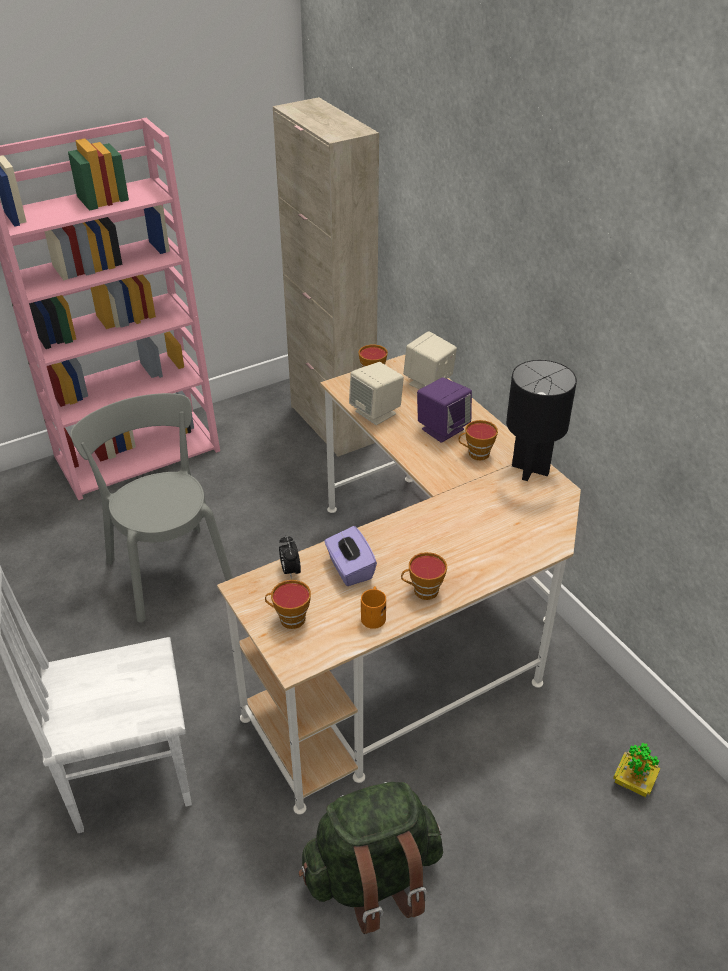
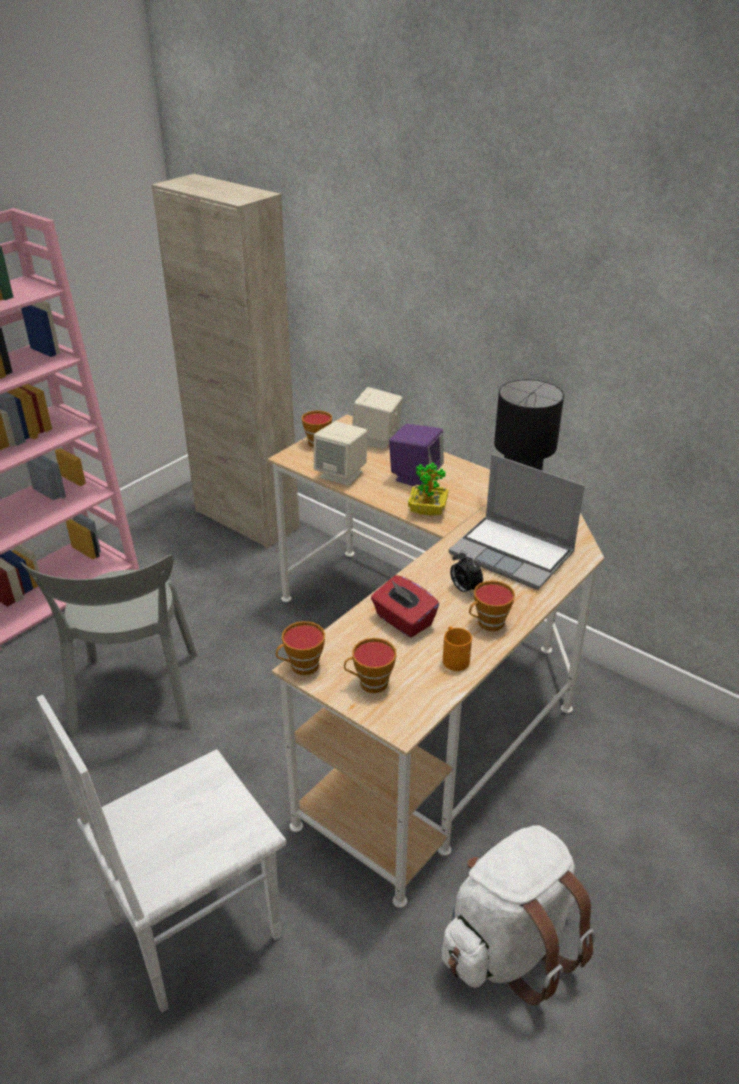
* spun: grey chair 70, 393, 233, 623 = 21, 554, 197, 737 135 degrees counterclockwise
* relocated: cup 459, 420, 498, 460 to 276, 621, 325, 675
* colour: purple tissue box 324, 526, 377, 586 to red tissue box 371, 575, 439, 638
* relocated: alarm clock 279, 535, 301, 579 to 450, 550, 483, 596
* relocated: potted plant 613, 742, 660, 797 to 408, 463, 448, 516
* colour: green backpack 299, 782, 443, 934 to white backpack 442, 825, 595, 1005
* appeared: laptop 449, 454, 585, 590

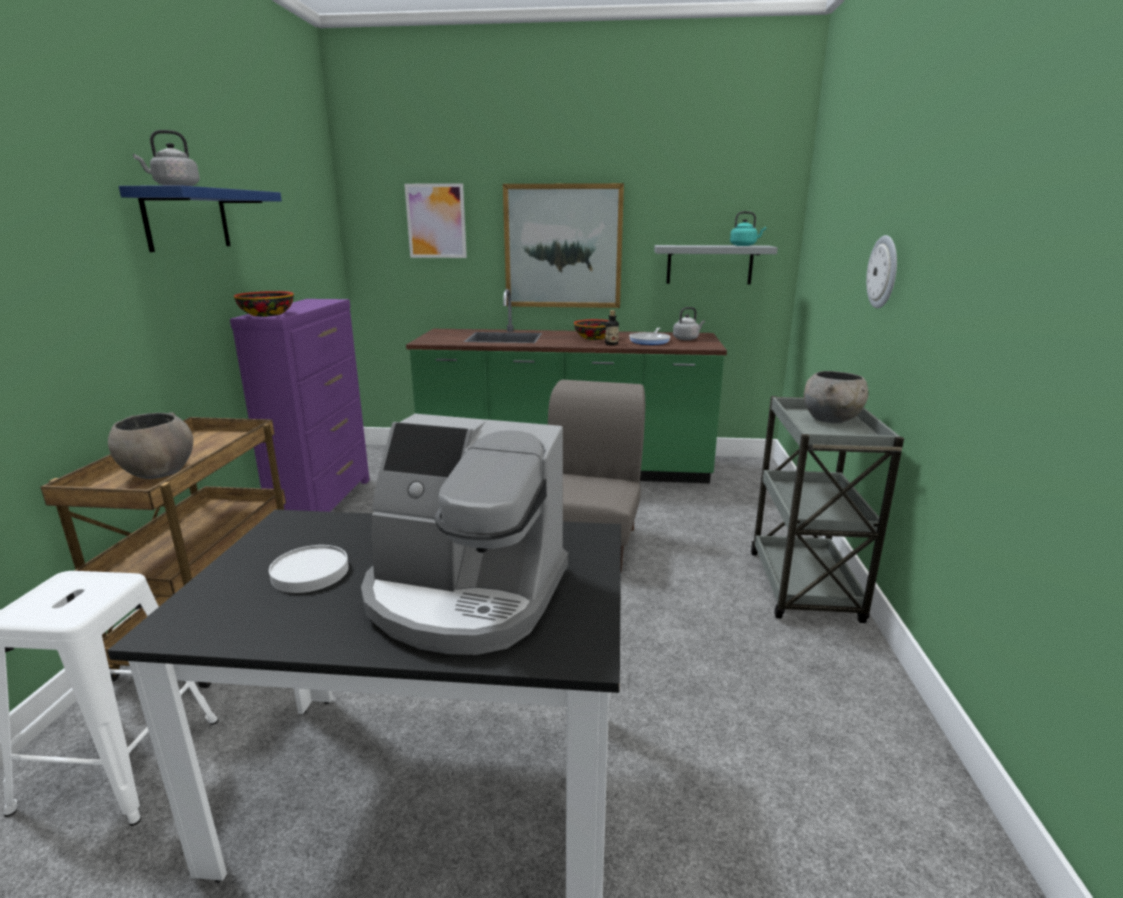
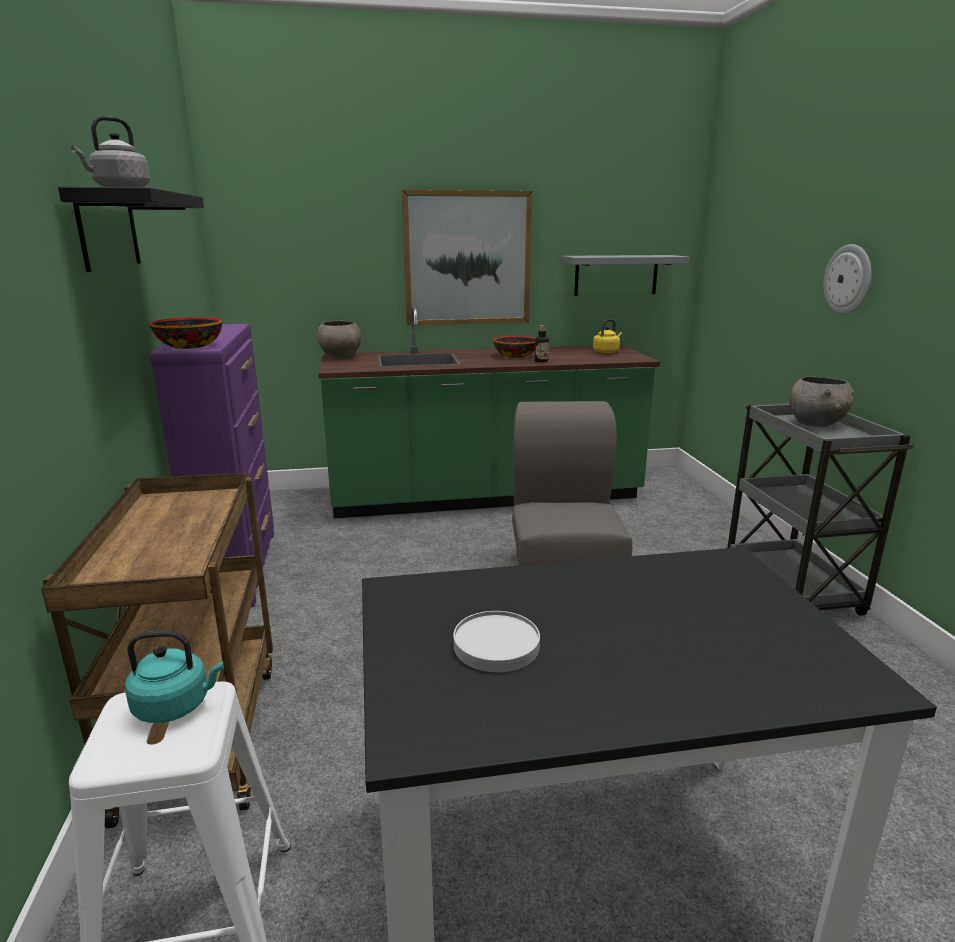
* missing: picture 404, 183, 467, 258
* colour: blue shelf 119, 185, 282, 252 to black shelf 58, 187, 204, 272
* relocated: turquoise kettle 730, 211, 766, 246 to 125, 630, 224, 723
* colour: grey kettle 673, 307, 705, 340 to yellow kettle 593, 319, 622, 354
* missing: frying pan 629, 328, 671, 345
* relocated: grey bowl 108, 412, 193, 479 to 317, 320, 361, 359
* missing: coffee machine 361, 414, 568, 655

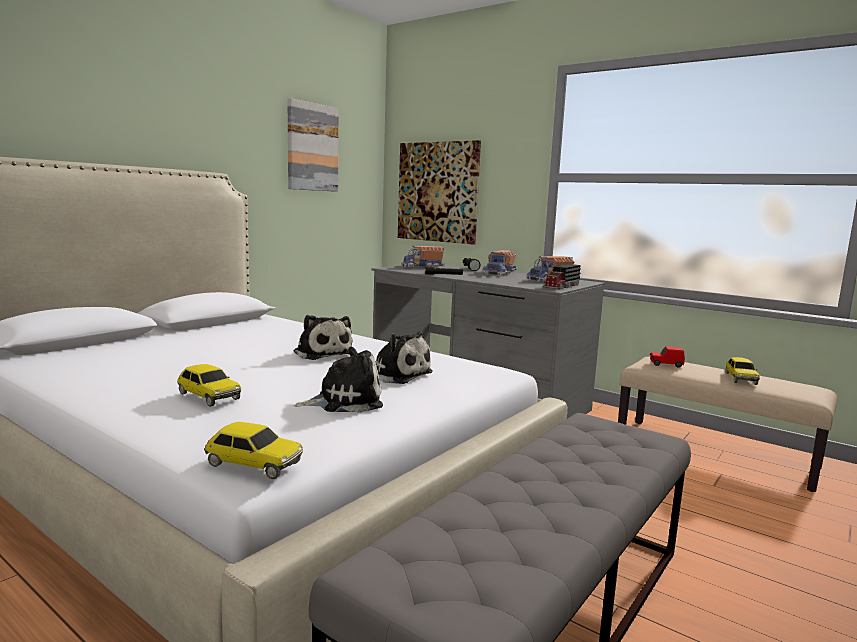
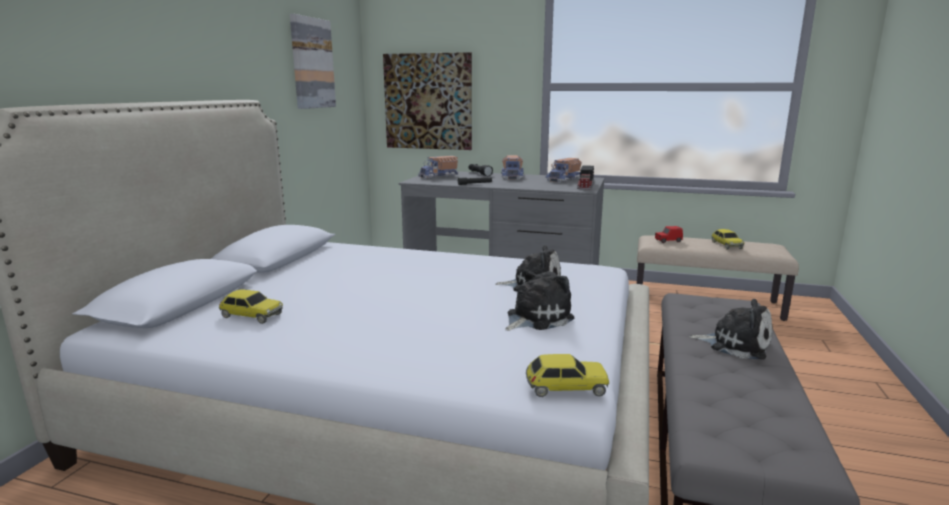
* relocated: plush toy 294, 315, 352, 360 to 689, 299, 773, 360
* relocated: toy car 177, 364, 241, 407 to 219, 289, 283, 324

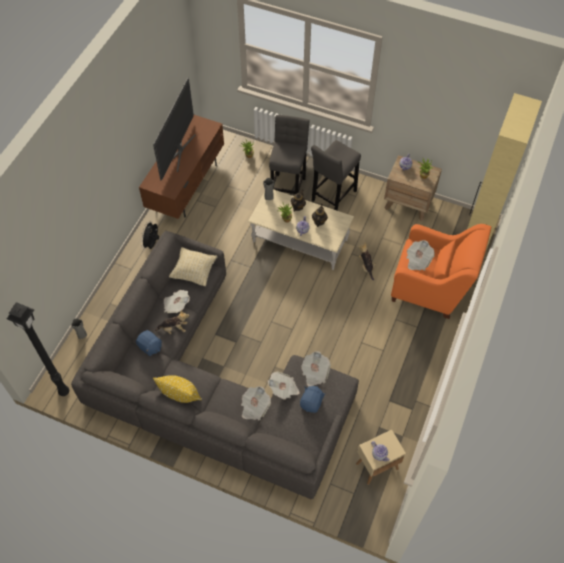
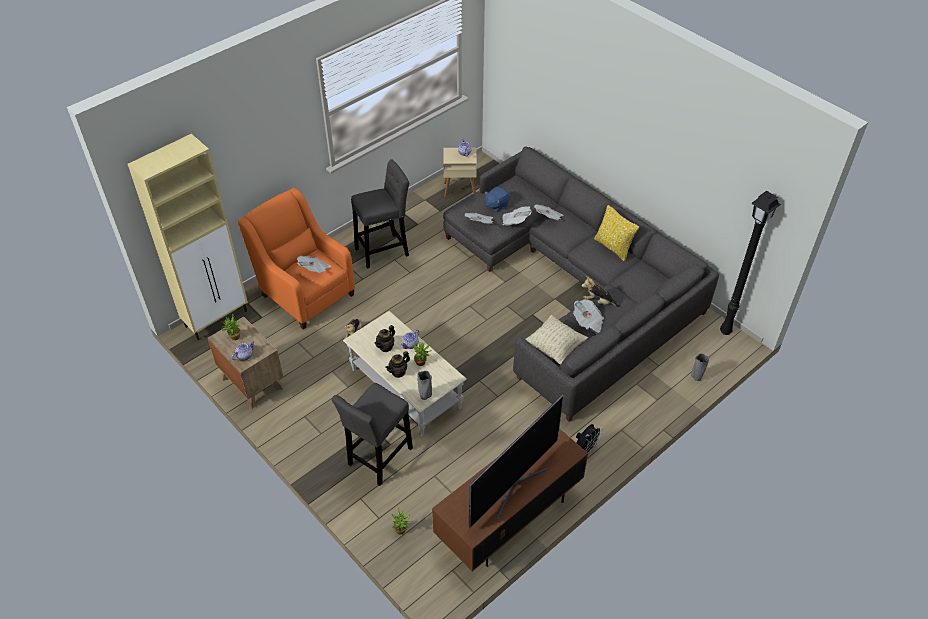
* relocated: grey stool 311, 140, 361, 210 to 351, 159, 409, 269
* missing: blue plush toy 136, 330, 162, 356

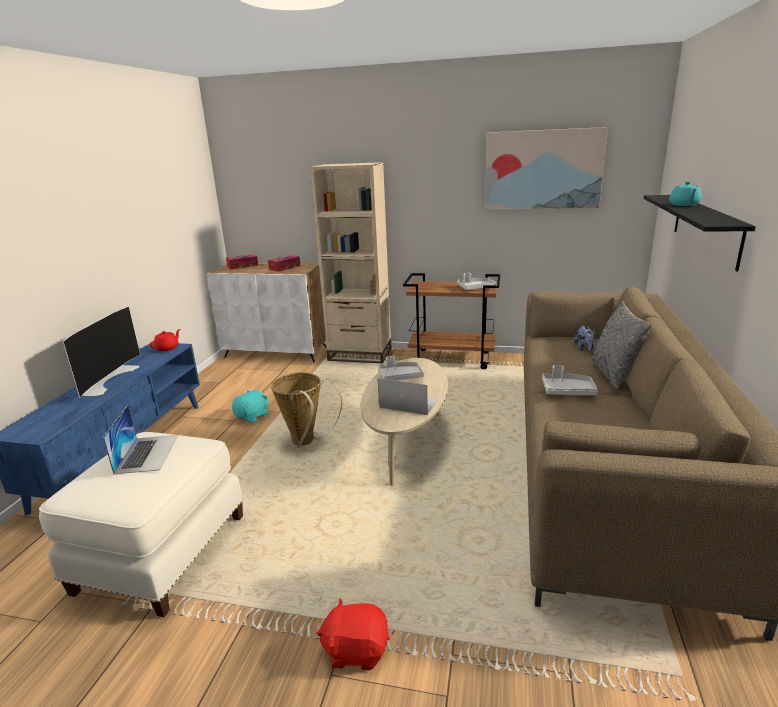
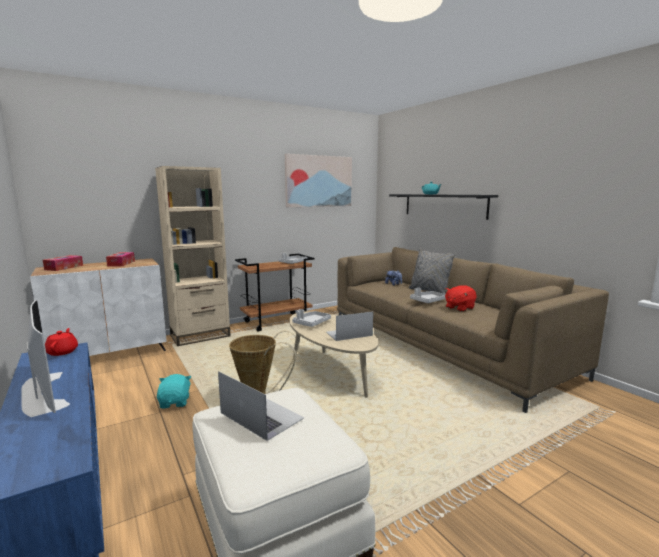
* relocated: red plush toy 317, 598, 390, 671 to 445, 285, 477, 312

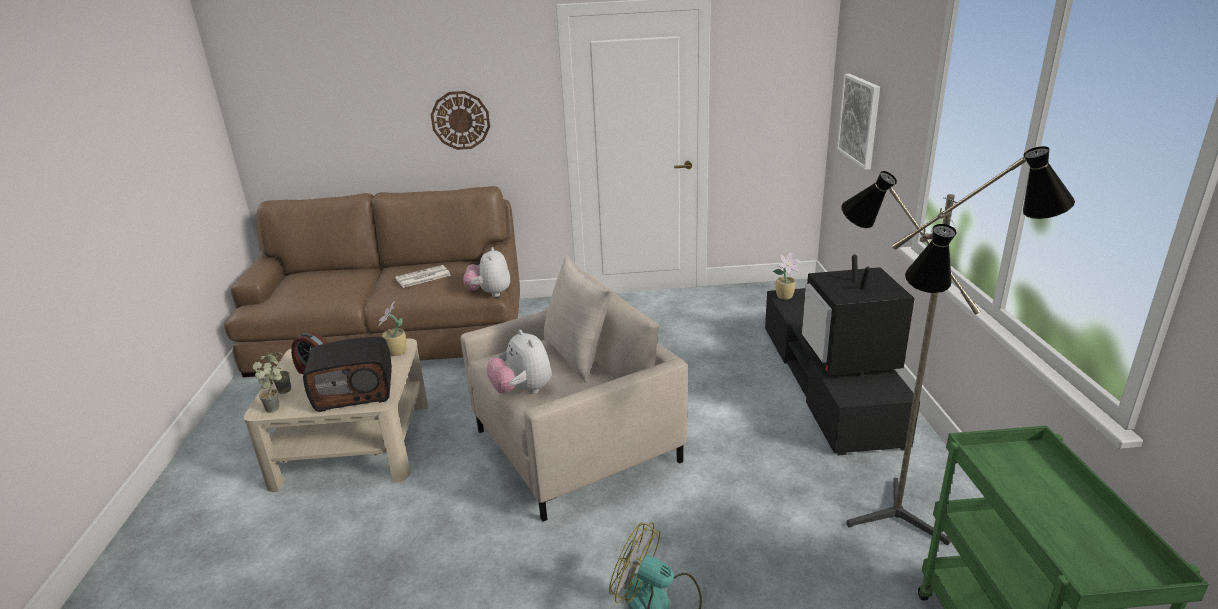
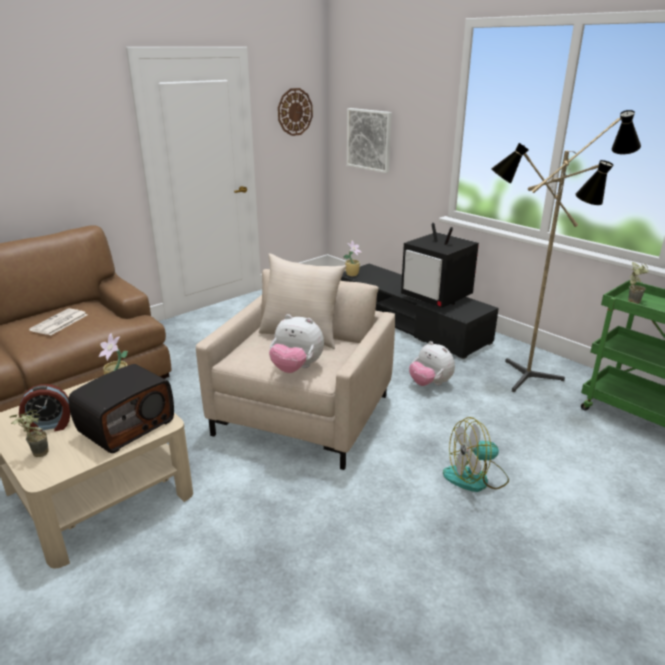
* relocated: wall clock 431, 91, 490, 150 to 278, 88, 313, 136
* relocated: plush toy 463, 247, 510, 297 to 409, 341, 455, 386
* relocated: potted plant 253, 362, 282, 413 to 628, 262, 649, 304

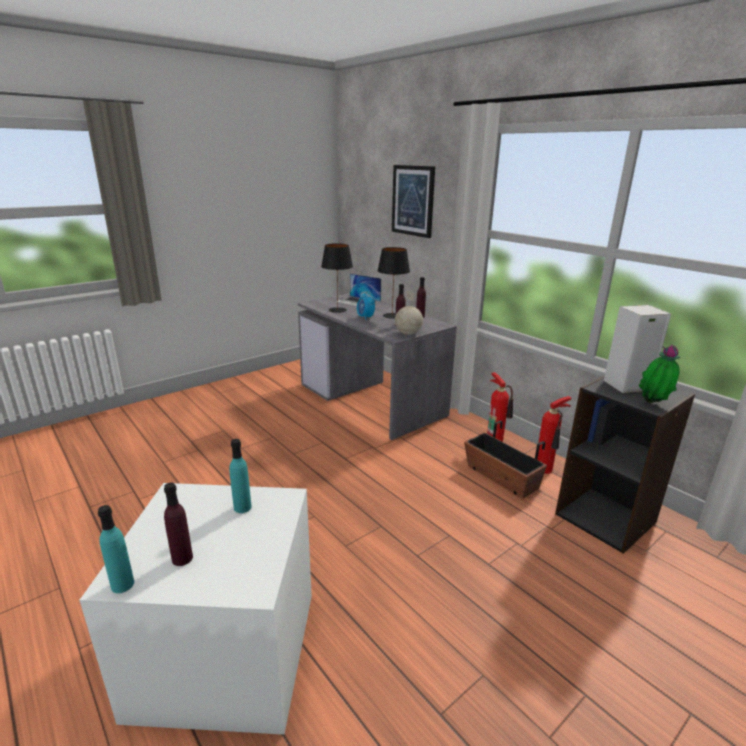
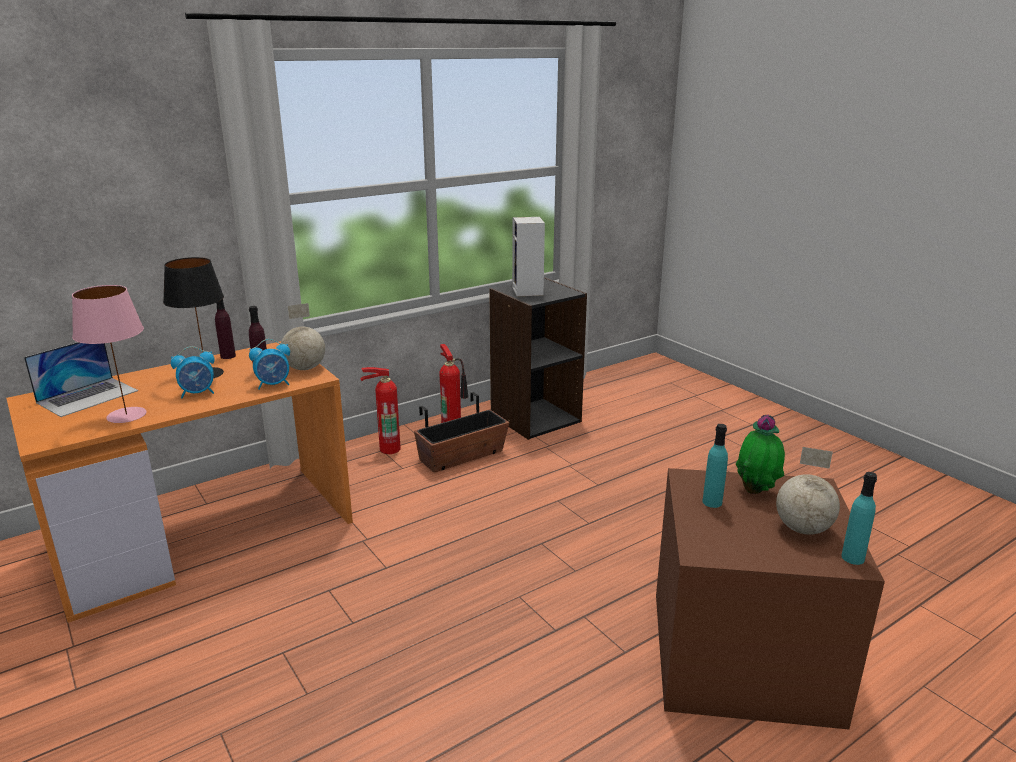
* missing: picture 392, 165, 435, 238
* colour: black table lamp 321, 243, 353, 313 to pink table lamp 72, 285, 147, 423
* colour: grey desk 298, 293, 457, 440 to orange desk 6, 341, 353, 623
* relocated: potted plant 639, 345, 680, 403 to 736, 415, 785, 494
* colour: white storage box 80, 483, 312, 735 to brown storage box 656, 468, 885, 729
* exchanged: purple bottle 164, 483, 193, 566 to globe 776, 447, 840, 535
* appeared: alarm clock 249, 339, 290, 389

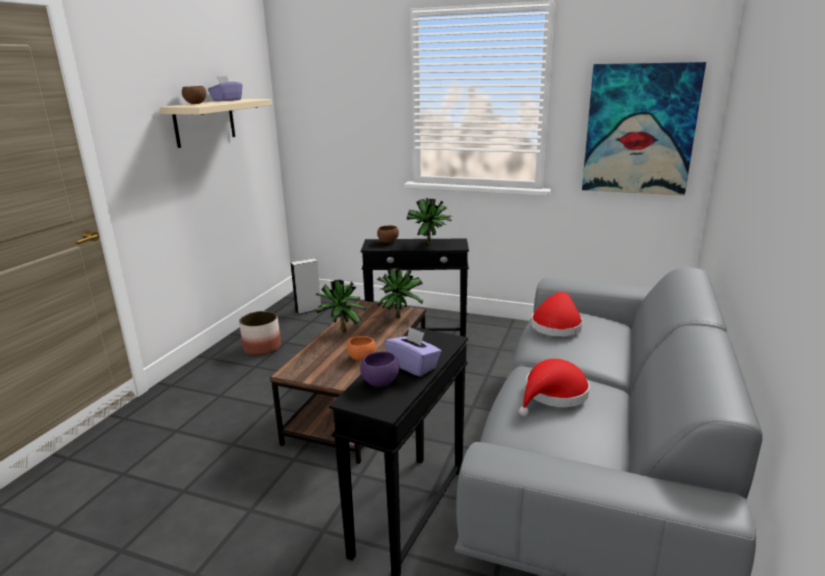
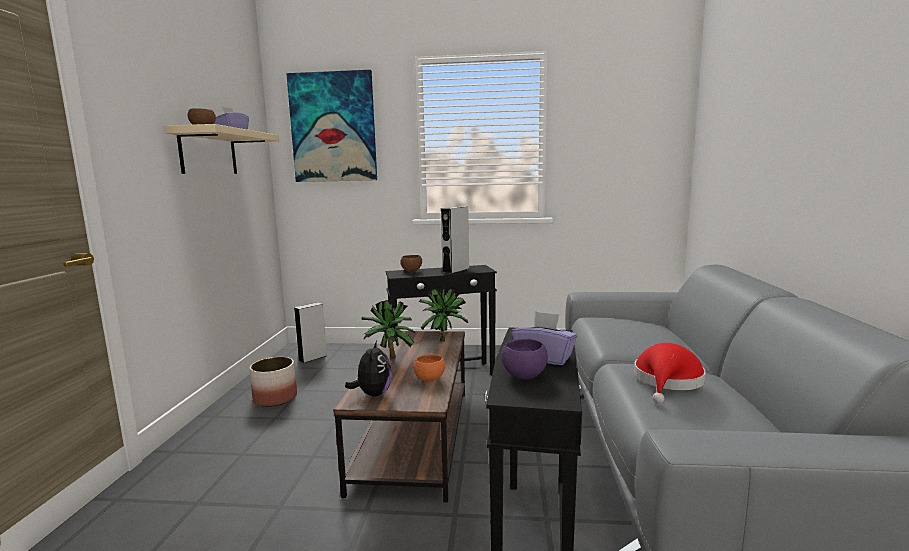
* relocated: picture 582, 62, 706, 195 to 286, 70, 377, 182
* exchanged: potted plant 407, 198, 452, 245 to grey speaker 441, 206, 469, 274
* missing: red hat 531, 292, 583, 337
* appeared: plush toy 345, 340, 392, 397

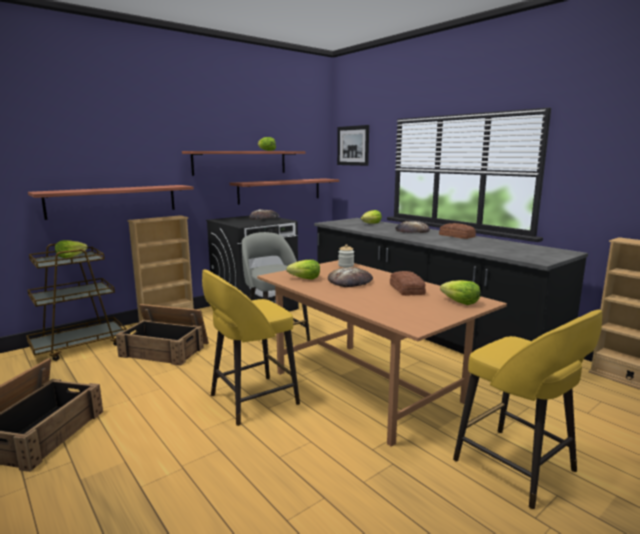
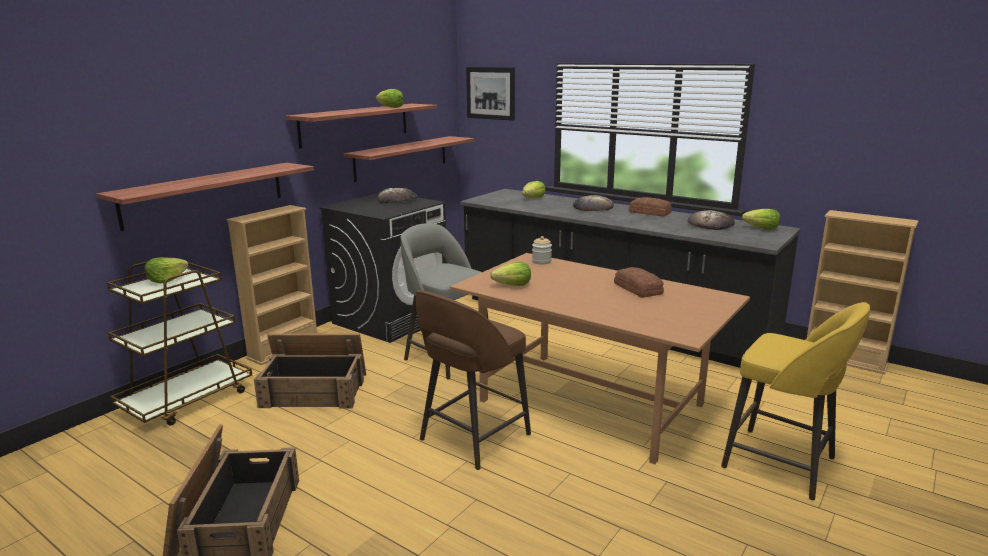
* relocated: bread 328, 267, 373, 287 to 687, 210, 735, 230
* colour: yellow stool 202, 269, 300, 426 to brown stool 416, 290, 531, 470
* relocated: lettuce 440, 280, 480, 305 to 742, 209, 780, 230

